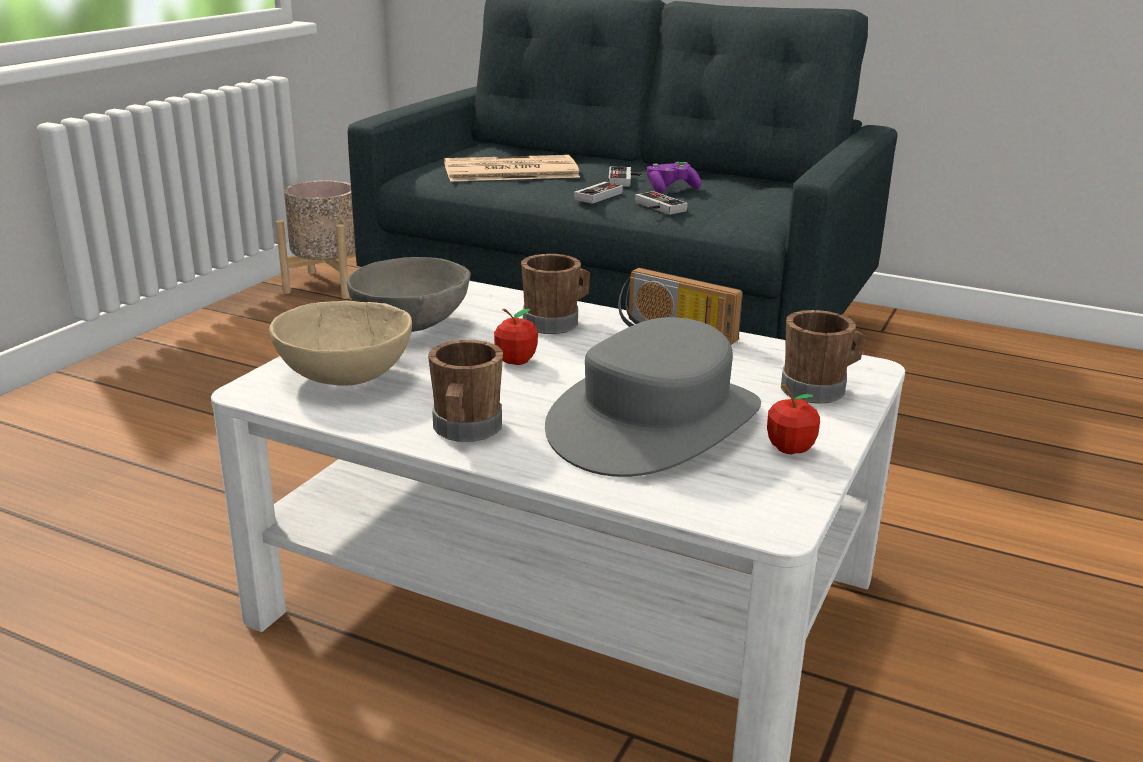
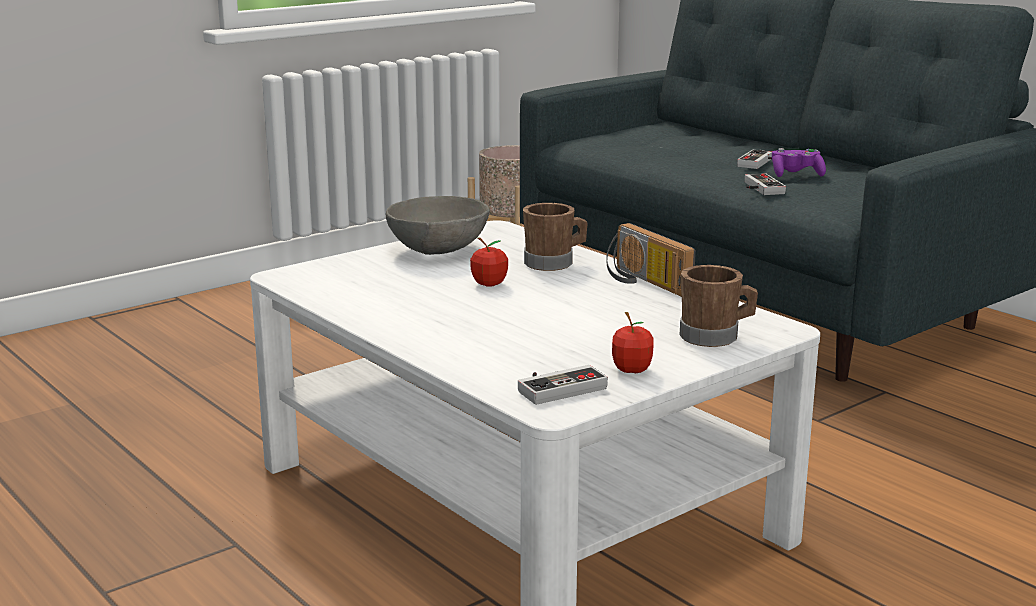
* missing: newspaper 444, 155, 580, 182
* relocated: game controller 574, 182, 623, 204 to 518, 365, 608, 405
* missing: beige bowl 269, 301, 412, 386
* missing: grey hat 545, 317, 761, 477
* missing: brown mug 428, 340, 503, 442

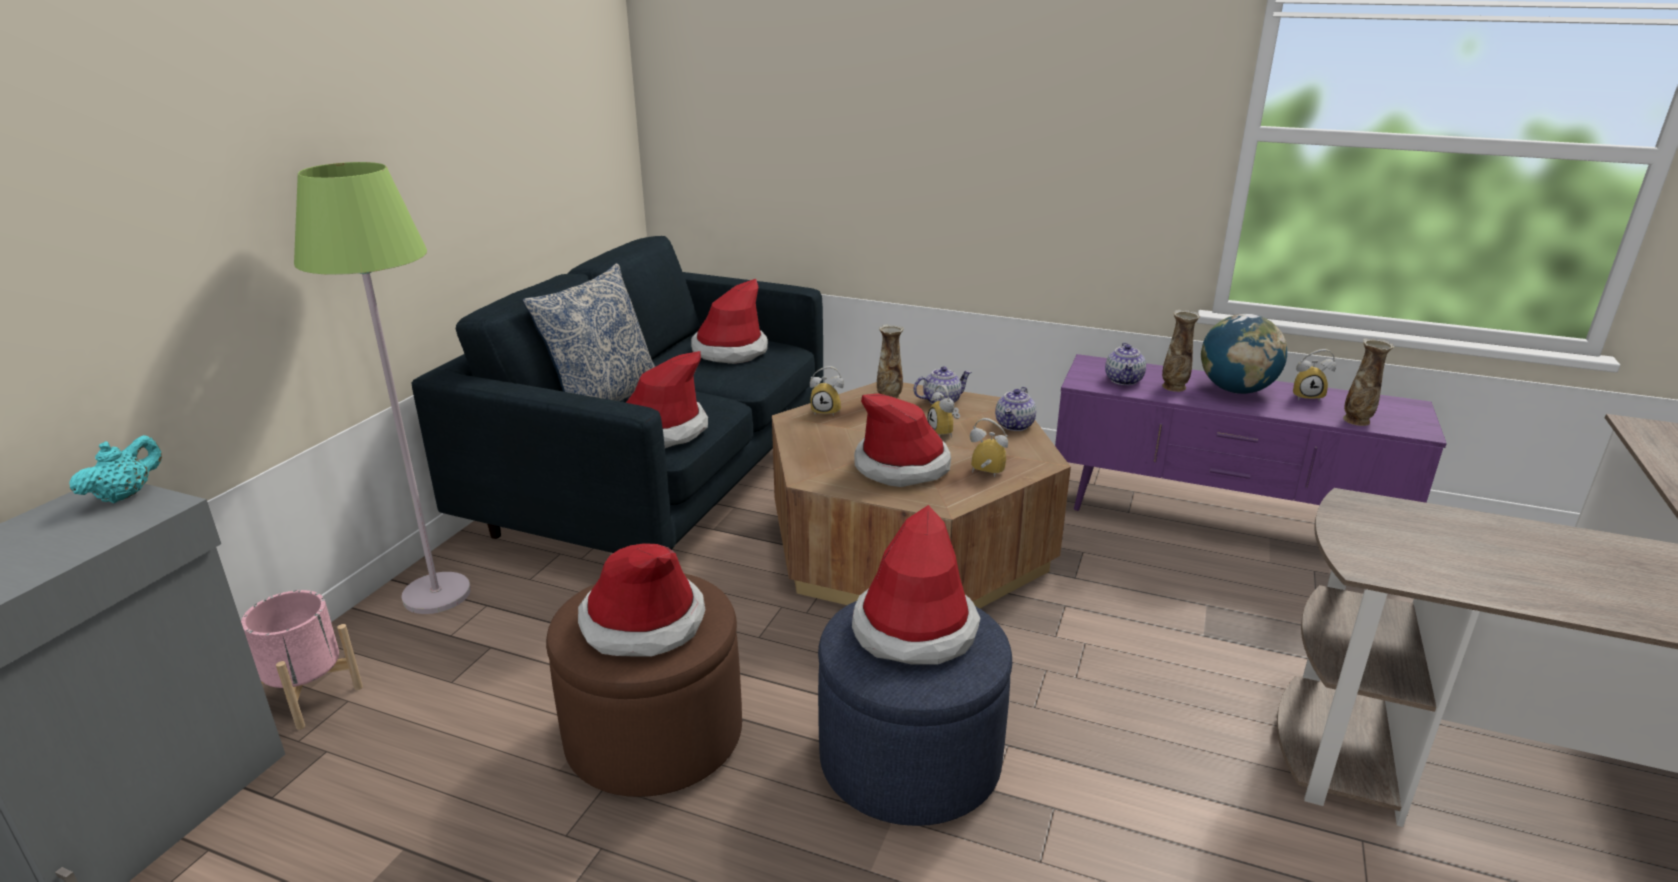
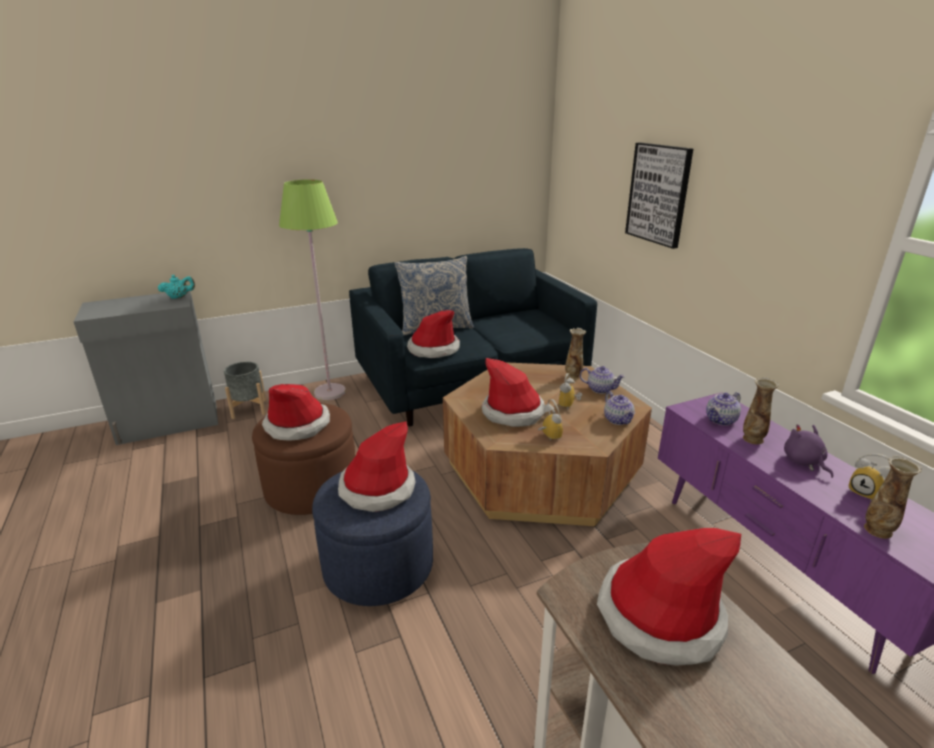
* relocated: hat 691, 279, 768, 364 to 597, 528, 741, 666
* exchanged: globe 1201, 314, 1287, 394 to purple plush toy 784, 424, 833, 478
* missing: alarm clock 810, 366, 844, 416
* spun: teapot 995, 387, 1036, 431 = 604, 391, 635, 425 90 degrees counterclockwise
* colour: pink planter 241, 590, 363, 730 to grey planter 224, 362, 266, 419
* appeared: picture 625, 142, 693, 249

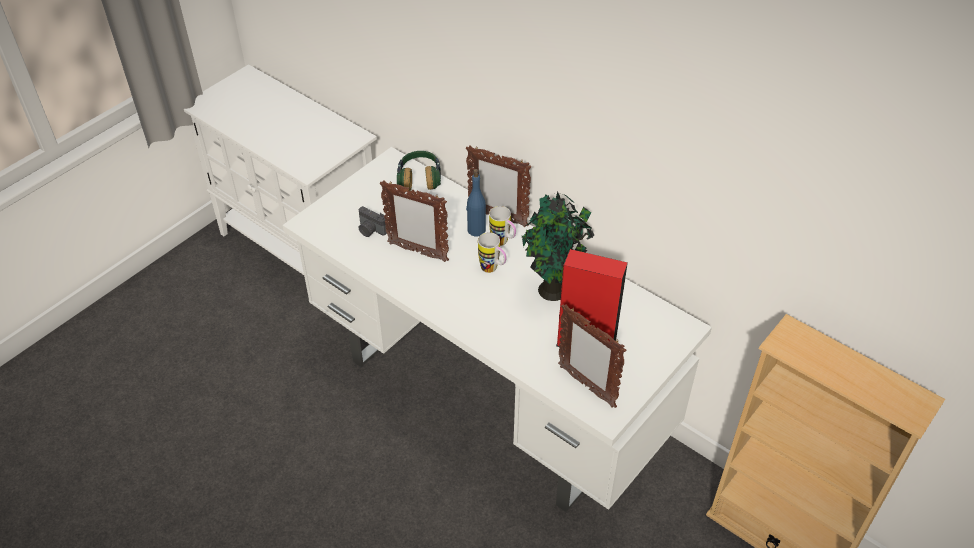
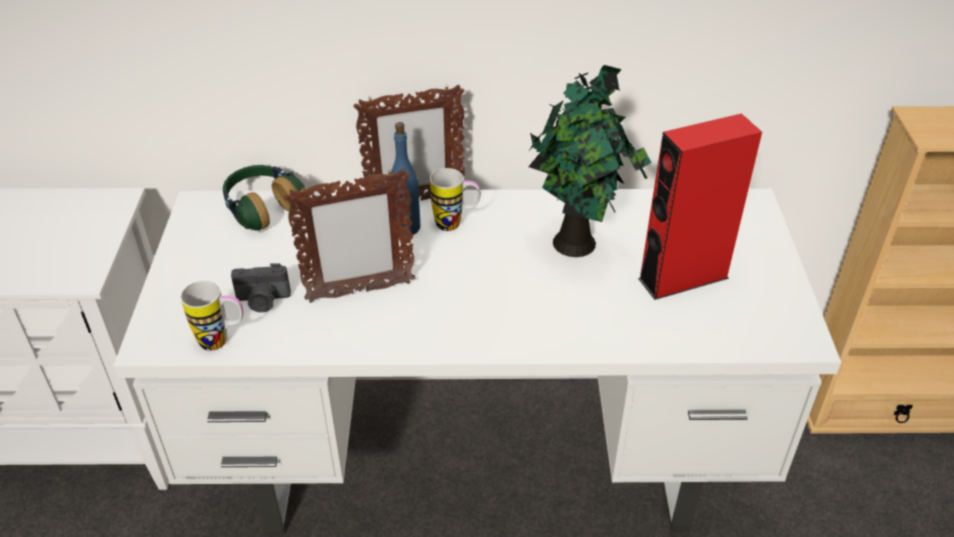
* relocated: mug 478, 232, 506, 273 to 181, 281, 243, 351
* missing: picture frame 558, 304, 626, 408

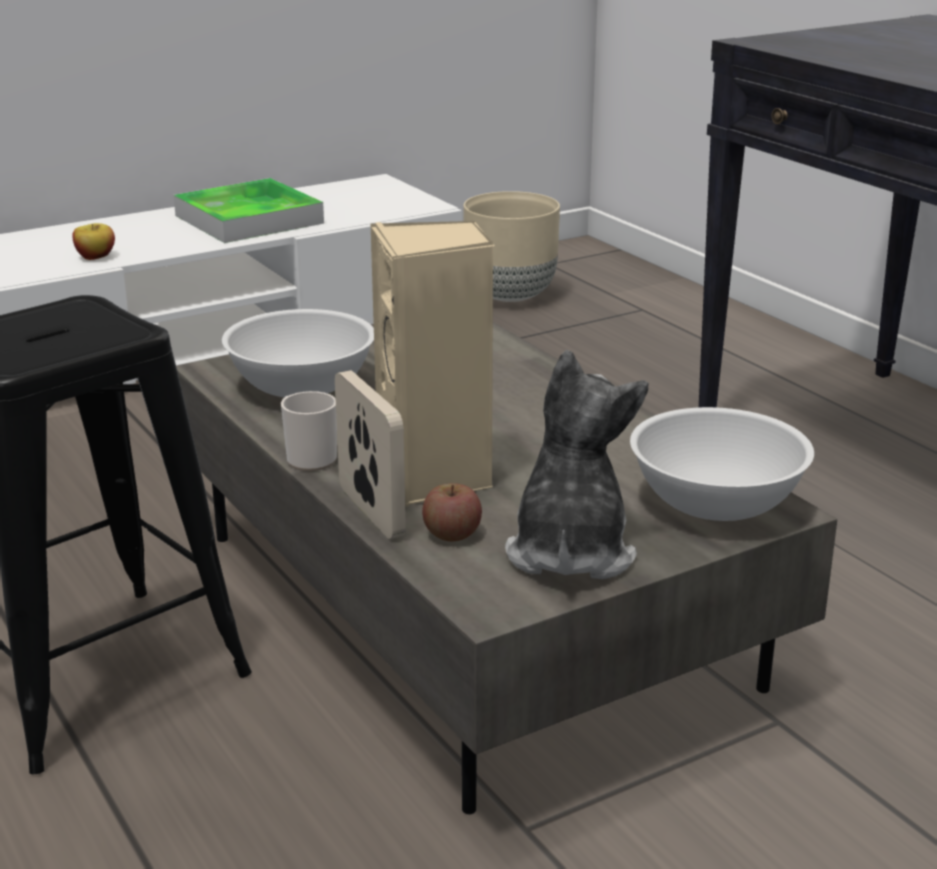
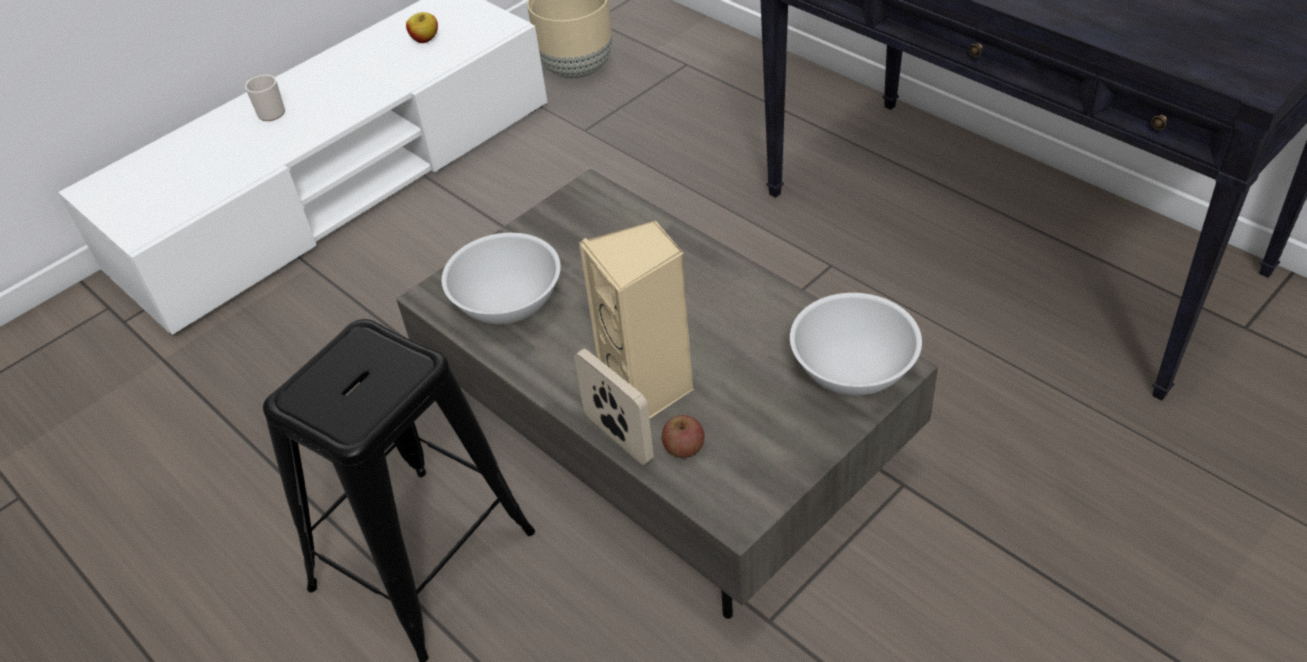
* missing: tray 174, 178, 324, 243
* relocated: apple 72, 223, 115, 260 to 406, 12, 438, 43
* missing: plush toy 505, 350, 648, 579
* relocated: mug 281, 391, 337, 471 to 245, 75, 285, 121

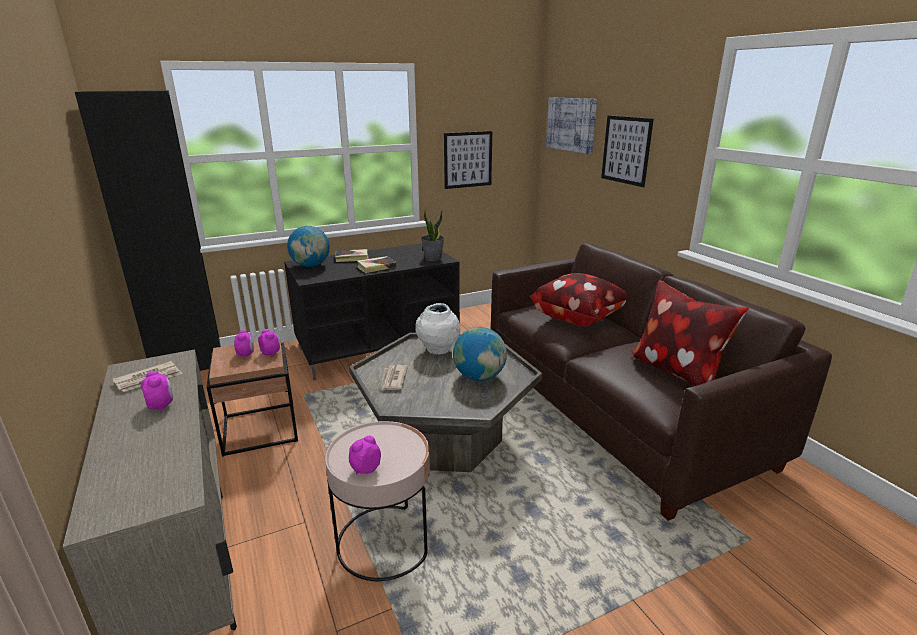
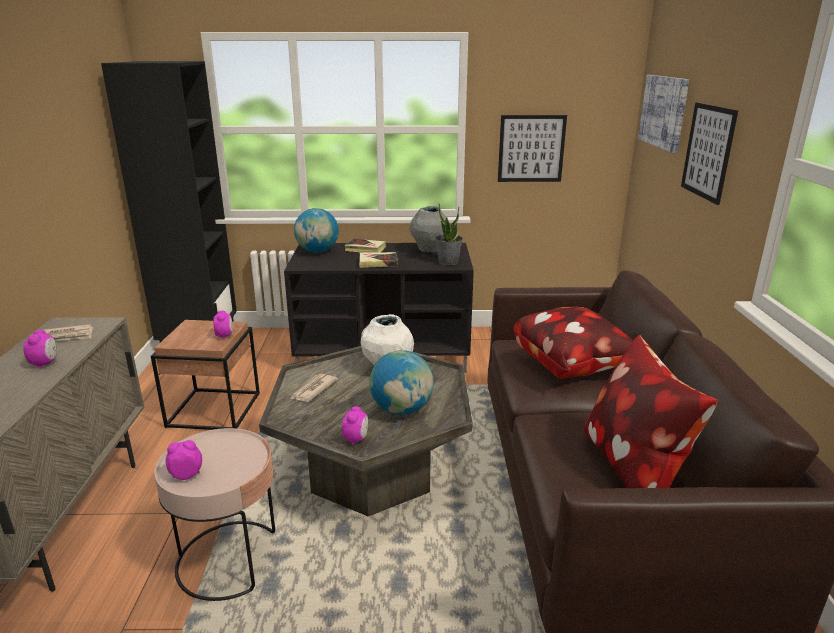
* relocated: alarm clock 234, 330, 254, 358 to 342, 406, 368, 445
* appeared: grey vase 409, 206, 446, 253

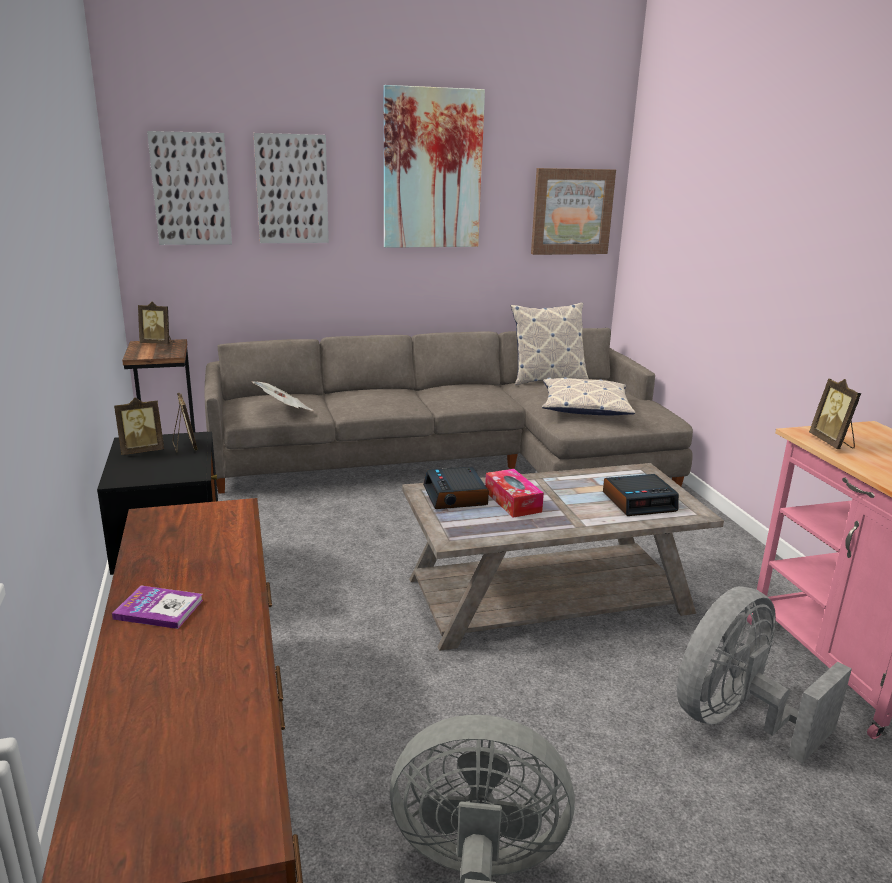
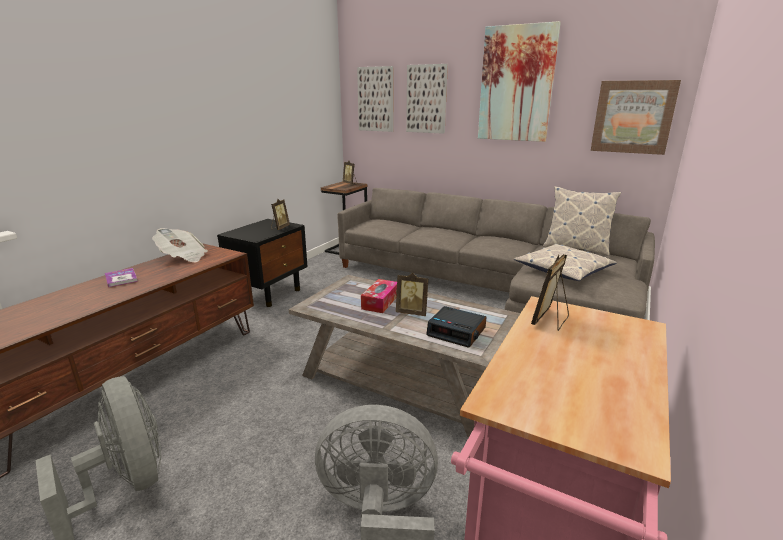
* relocated: newspaper 251, 381, 312, 410 to 152, 228, 208, 262
* relocated: picture frame 114, 397, 164, 455 to 396, 272, 429, 316
* missing: alarm clock 423, 467, 489, 509

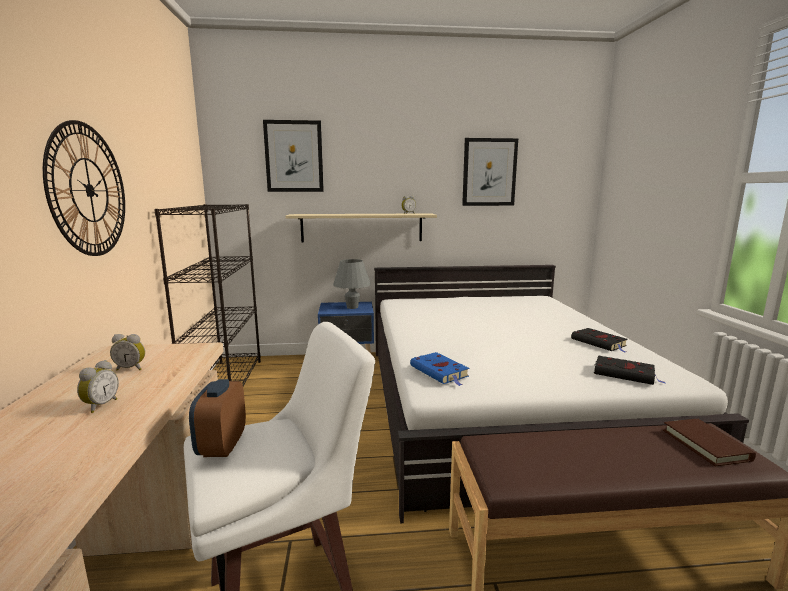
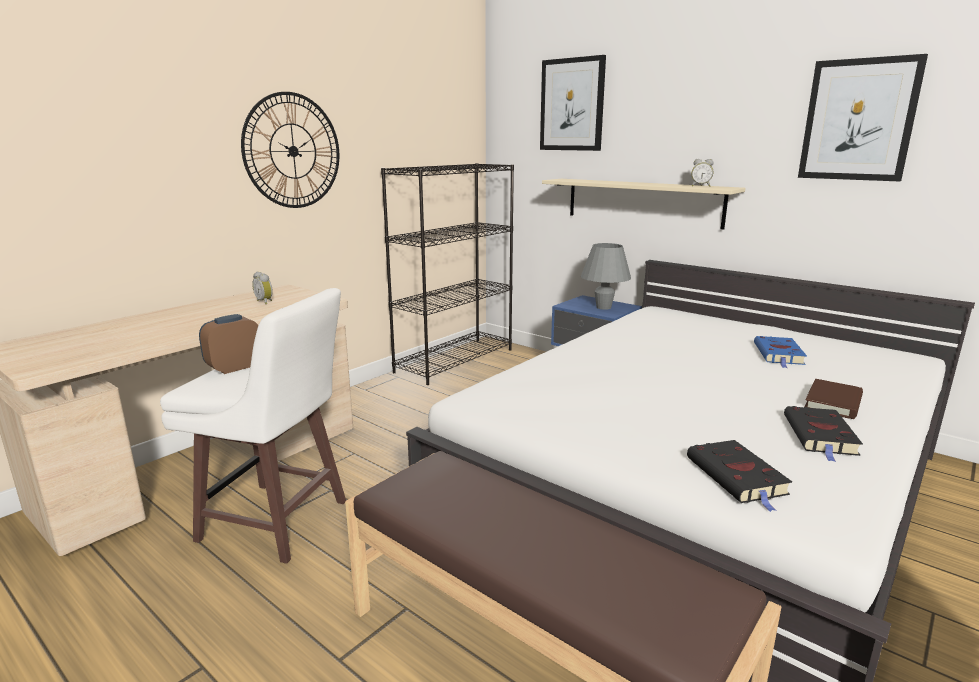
* relocated: blue book 410, 352, 469, 386 to 754, 336, 807, 368
* missing: alarm clock 77, 360, 119, 413
* relocated: brown book 663, 419, 756, 467 to 804, 379, 863, 419

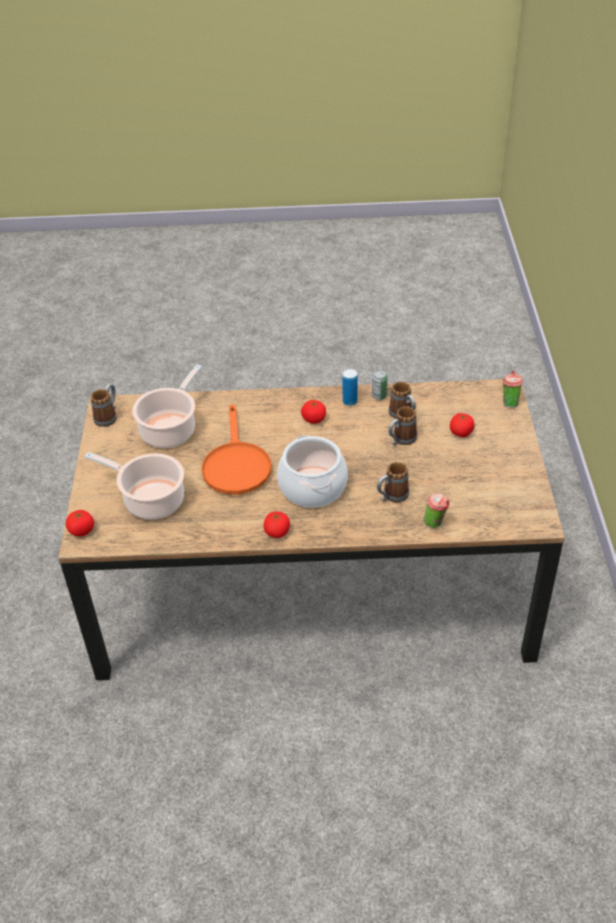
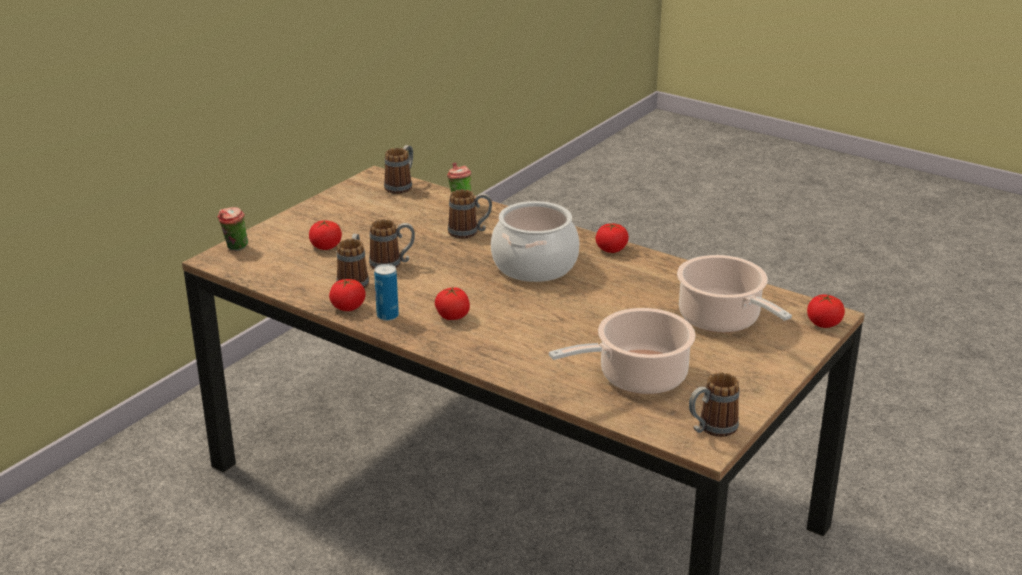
* exchanged: can 372, 370, 387, 400 to tomato 329, 279, 366, 311
* missing: orange frying pan 201, 404, 272, 495
* appeared: mug 384, 145, 413, 194

